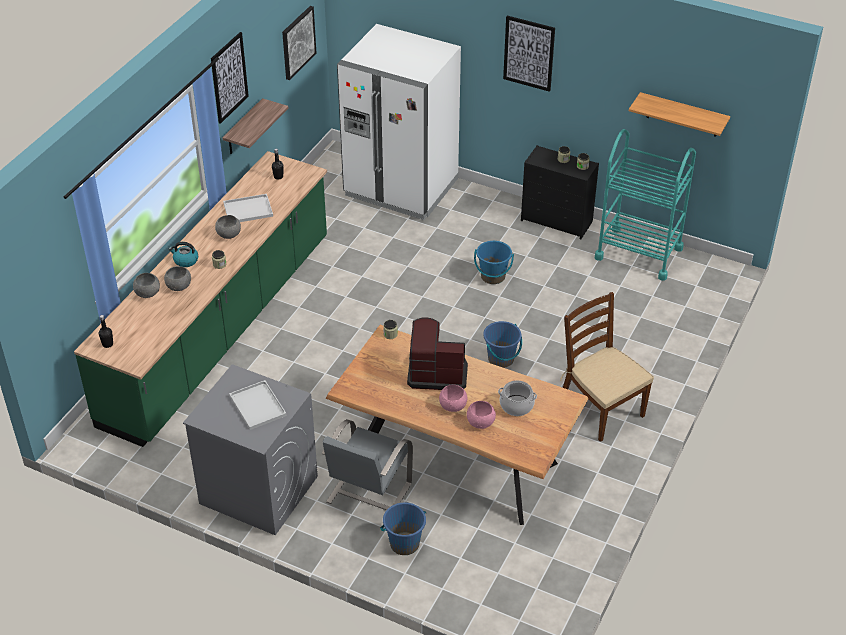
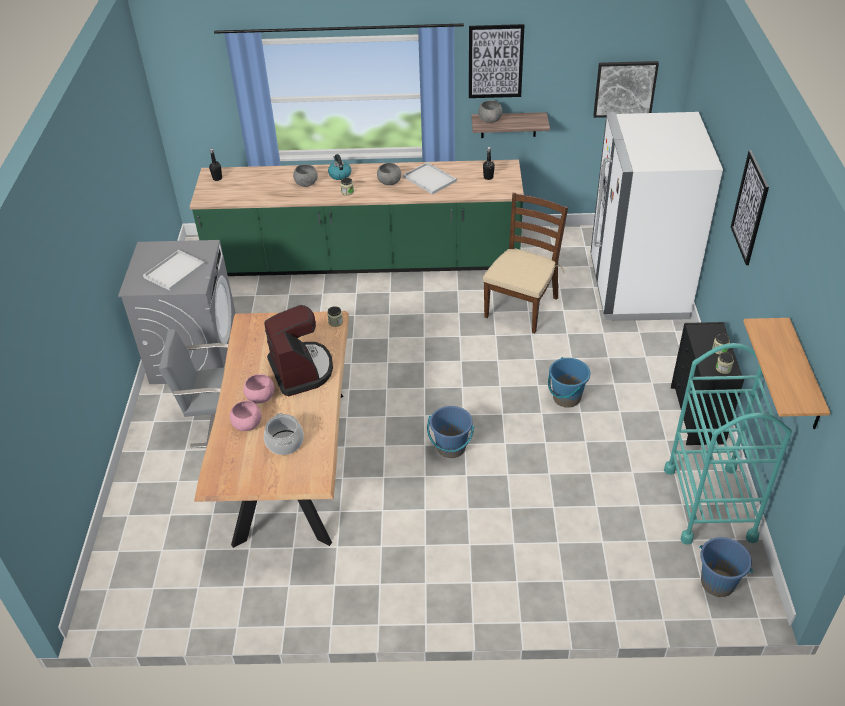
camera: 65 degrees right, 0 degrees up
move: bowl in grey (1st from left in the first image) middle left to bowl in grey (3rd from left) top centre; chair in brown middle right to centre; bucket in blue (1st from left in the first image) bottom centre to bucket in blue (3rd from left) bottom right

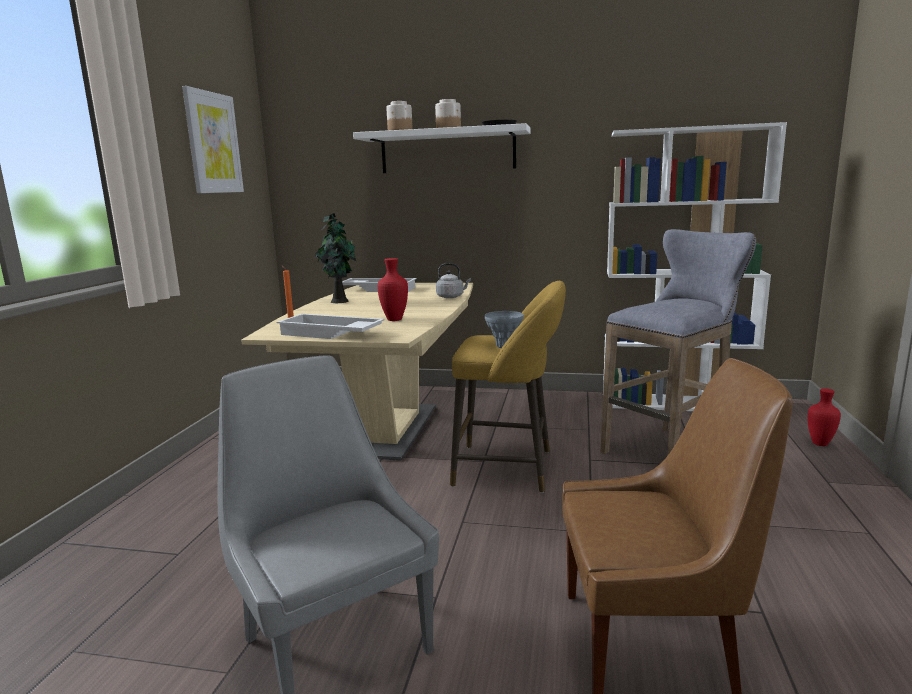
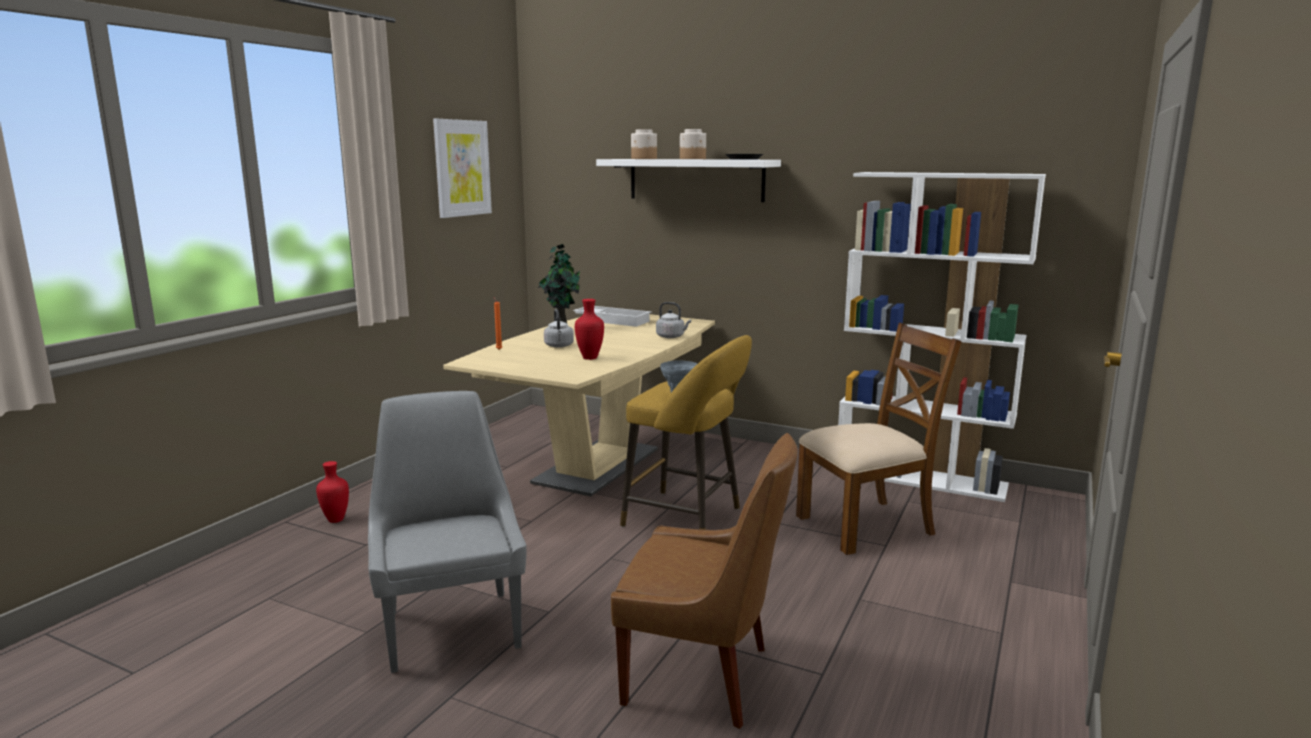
camera: 15 degrees right, 0 degrees up
delete: tray in white (1st from left) centre
insert: kettle in grey (1st from left) centre
move: vase in red (2nd from left in the first image) middle right to vase in red (1st from left) bottom left
replace: stool in grey middle right to chair in brown (2nd from left) middle right

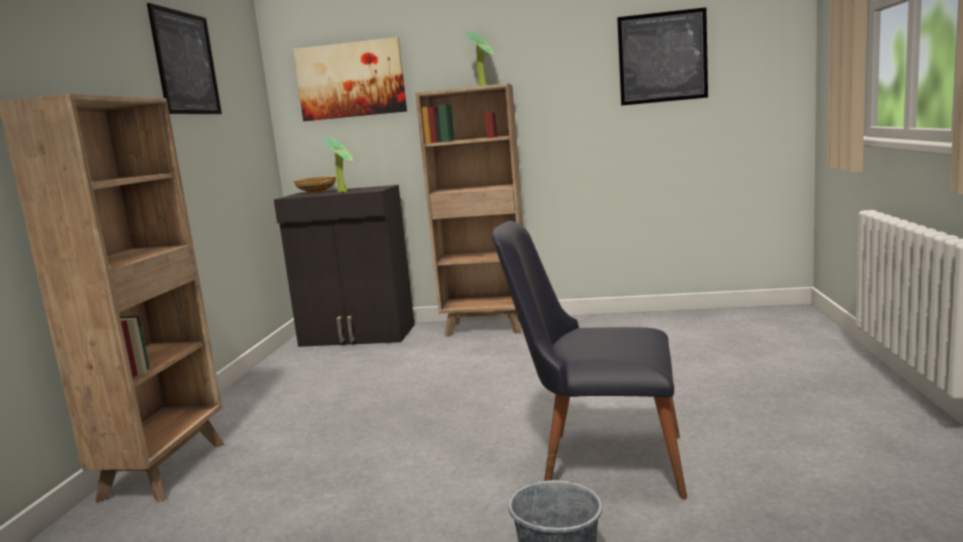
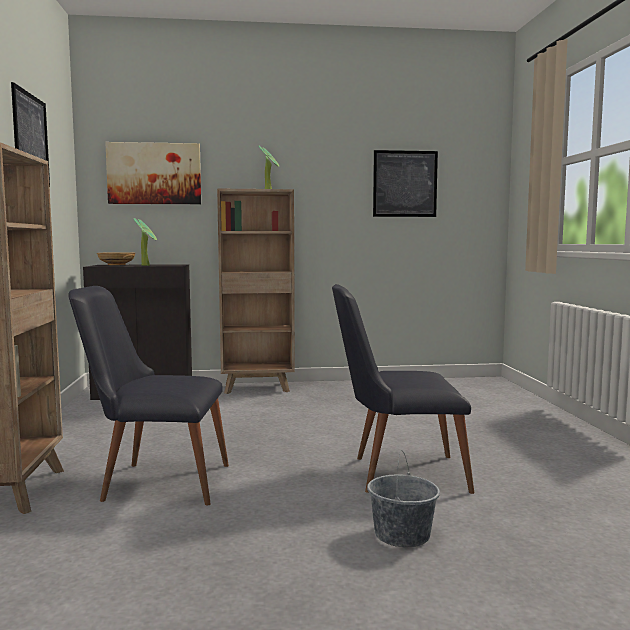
camera: 15 degrees left, 5 degrees down
insert: chair in black (1st from left) middle left

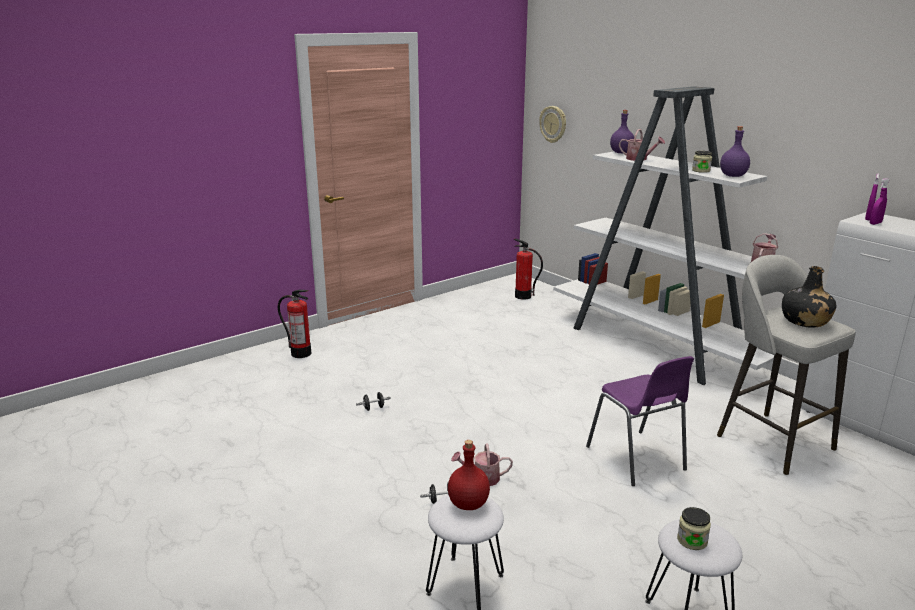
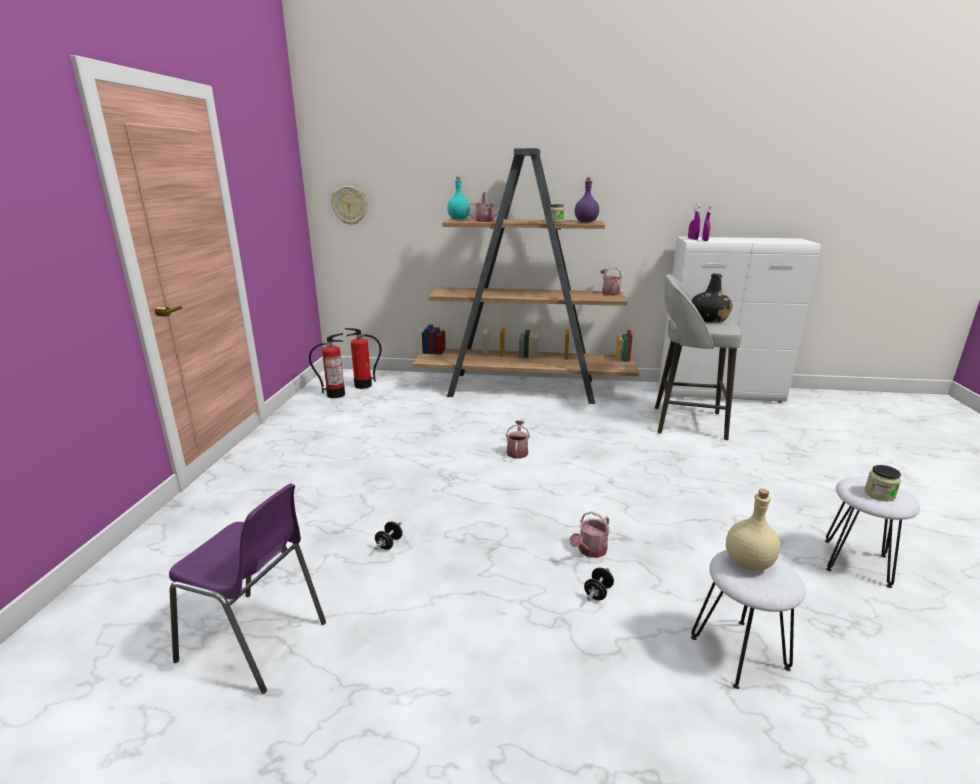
camera: 45 degrees left, 0 degrees up
insert: watering can (2nd from left) centre
move: chair in purple bottom right to bottom left; fire extinguisher (1st from left) middle left to centre
recolor: bookcase in white middle right to bookcase in brown centre; bottle in purple (1st from left) top right to bottle in turquoise top centre; bottle in red bottom centre to bottle in beige bottom right

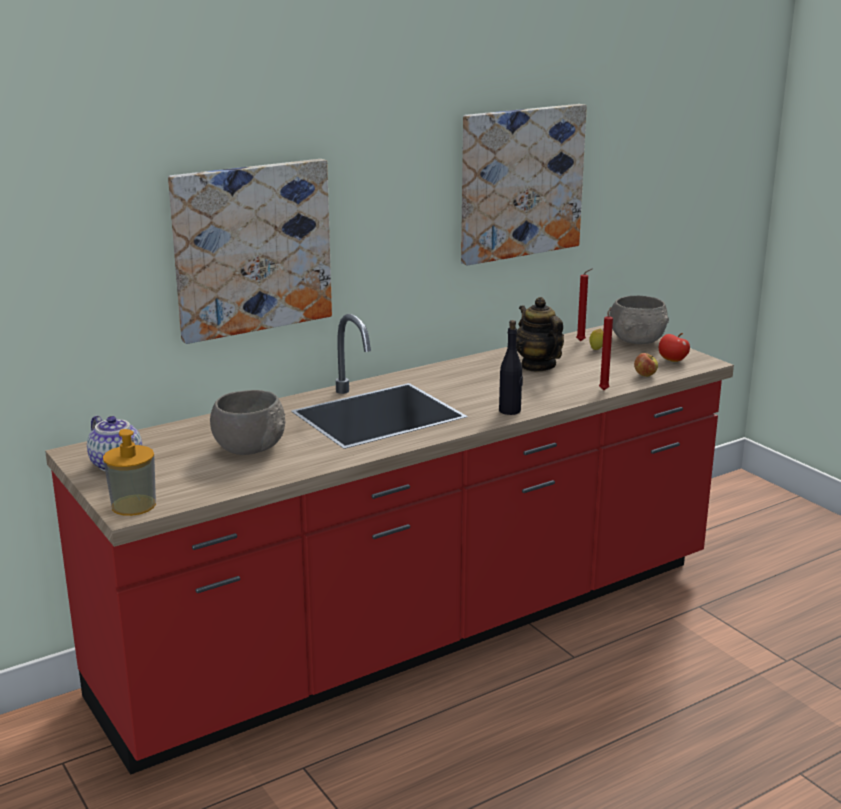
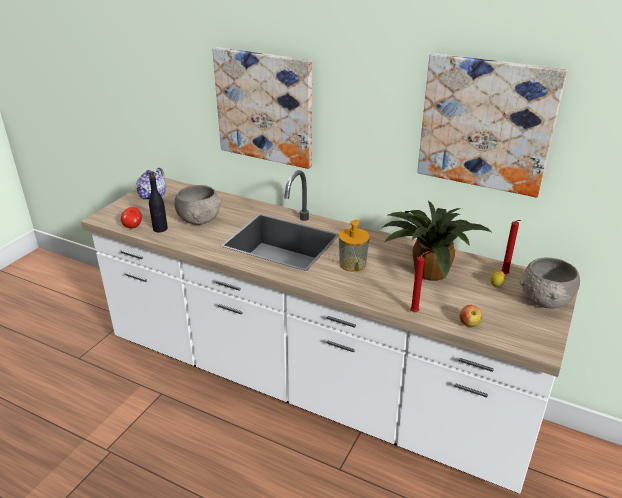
camera: 60 degrees right, 10 degrees up
move: apple (2nd from left in the first image) middle right to apple (1st from left) middle left; bottle in black centre to middle left; soap dispenser middle left to centre
replace: teapot (2nd from left) centre to potted plant middle right
recolor: counter in red bottom centre to counter in white bottom centre

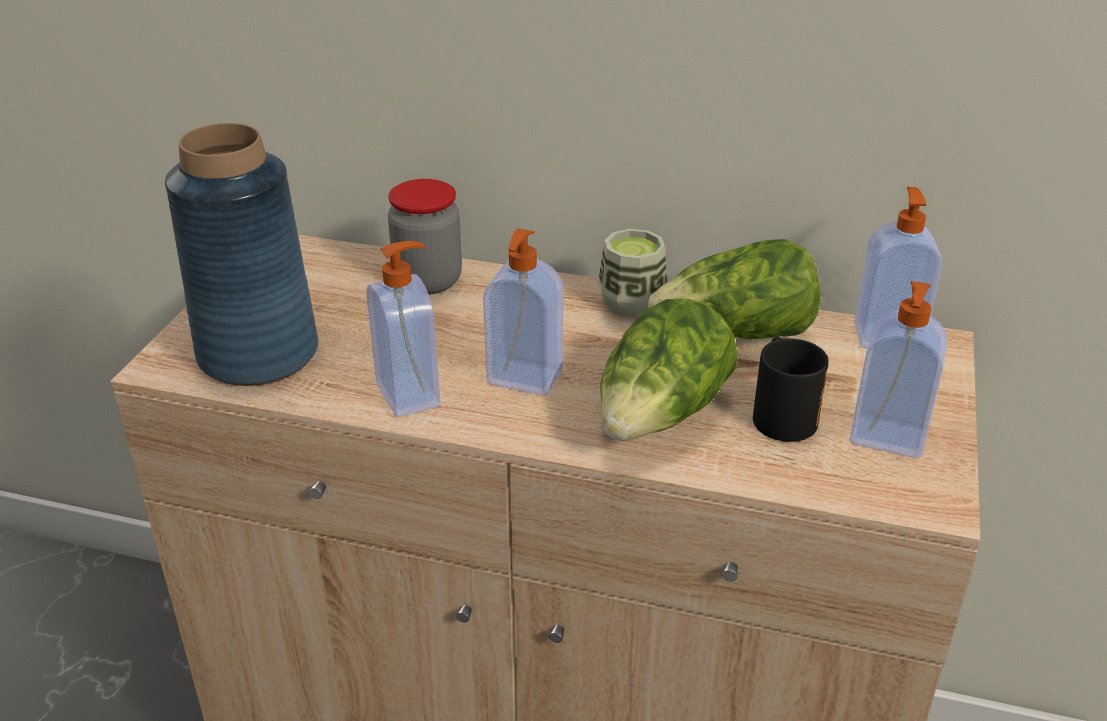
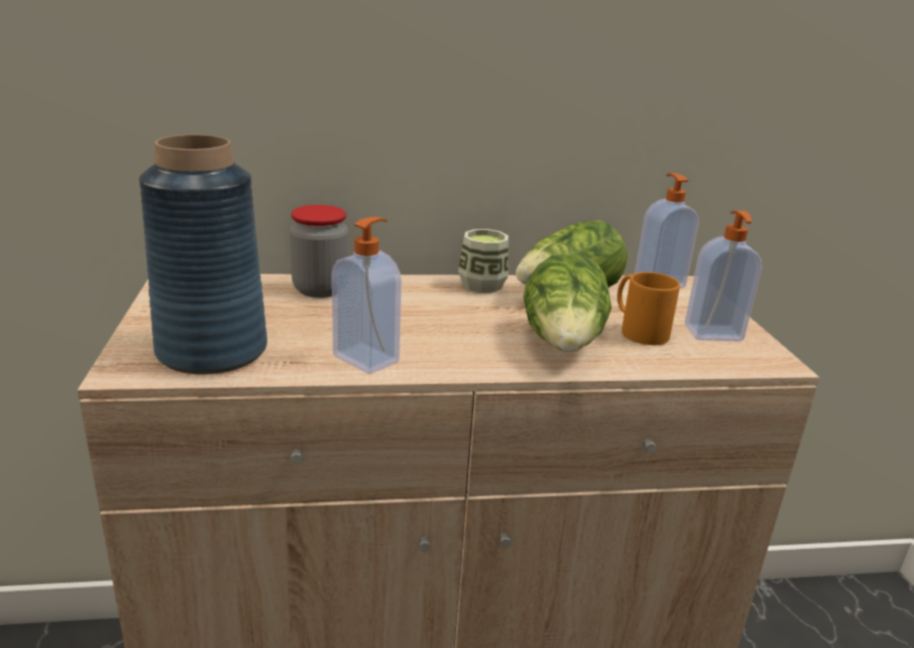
camera: 25 degrees left, 10 degrees down
delete: soap dispenser (2nd from left) centre
recolor: mug in black middle right to mug in orange middle right

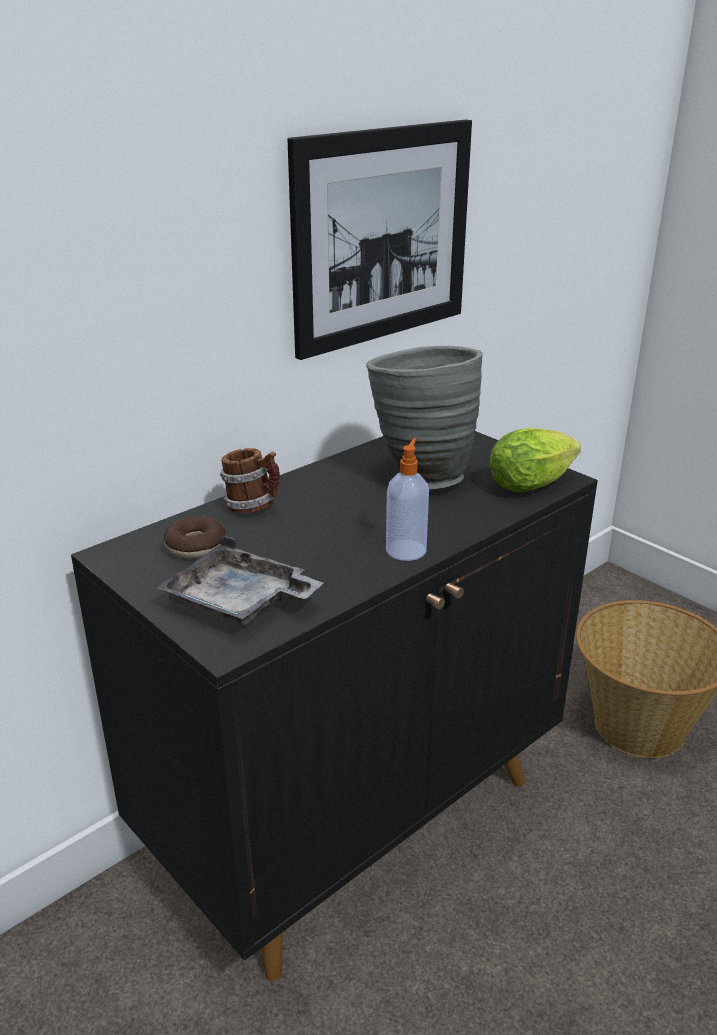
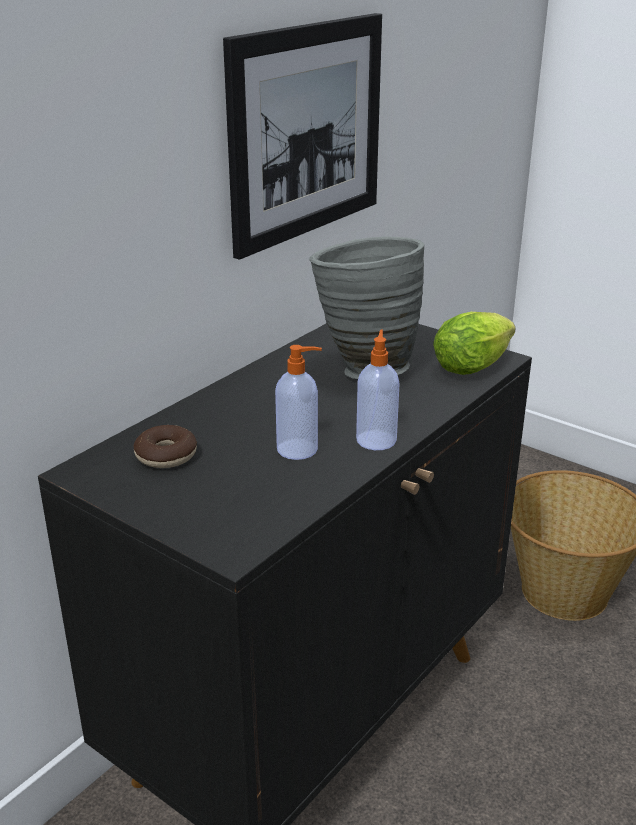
camera: 10 degrees left, 0 degrees up
delete: tray in grey centre; mug centre
insert: soap dispenser (1st from left) centre

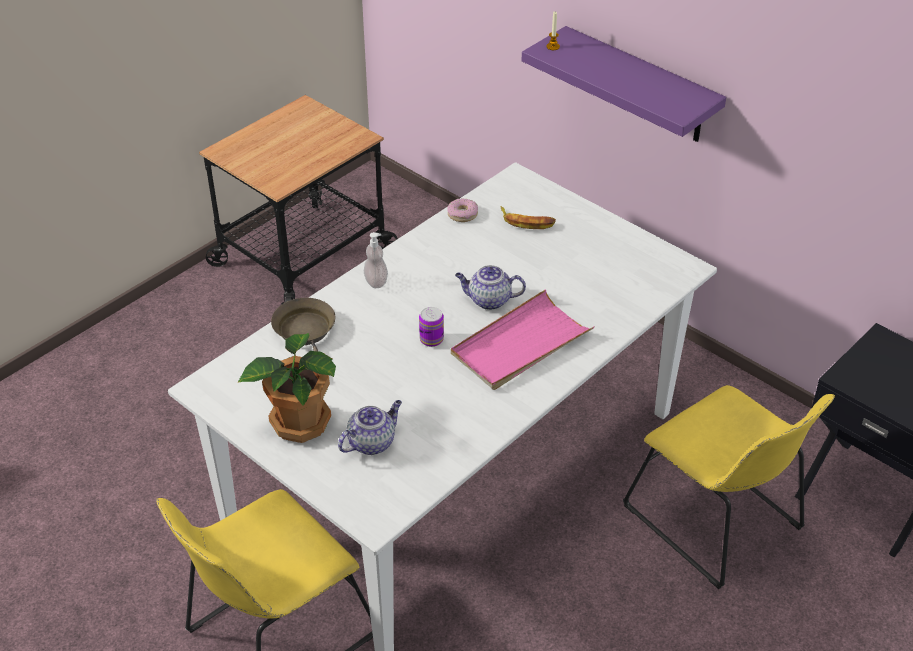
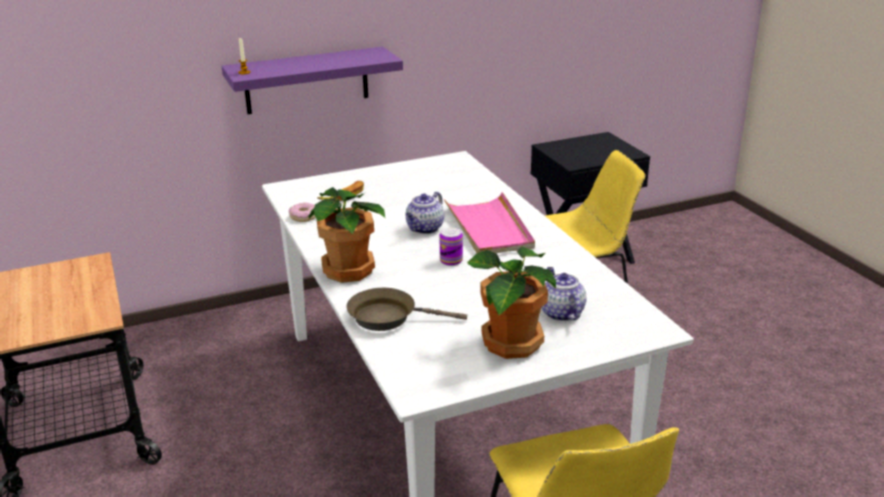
camera: 65 degrees left, 15 degrees down
replace: soap dispenser centre to potted plant (1st from left) centre

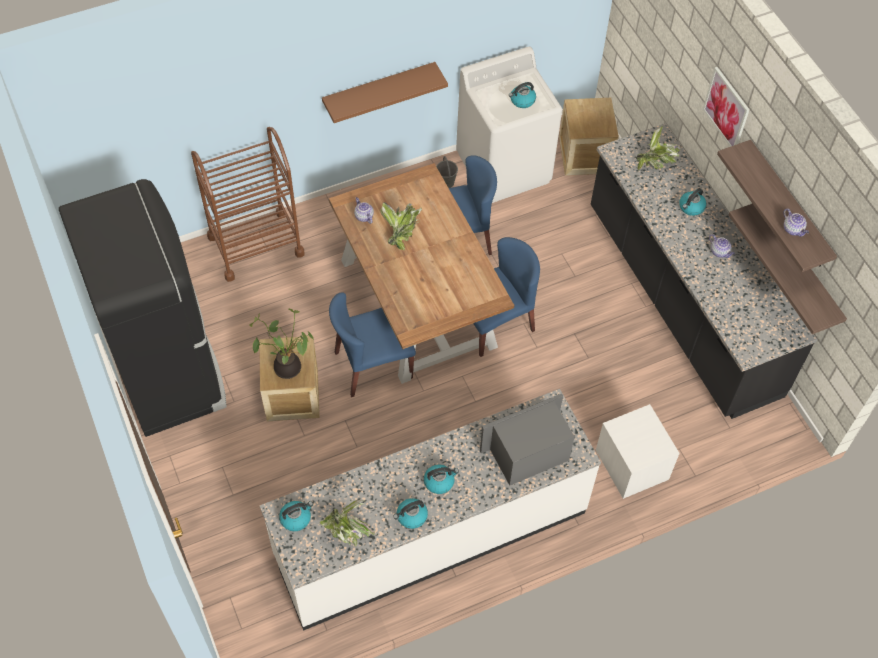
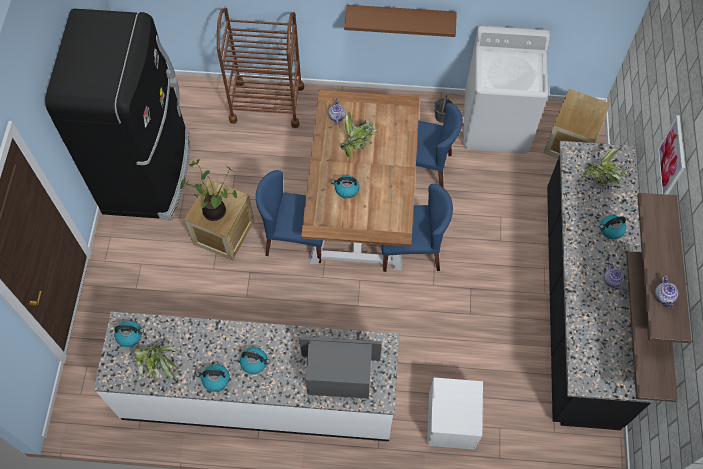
camera: 30 degrees right, 5 degrees up
move: kettle (4th from left) top centre to centre

